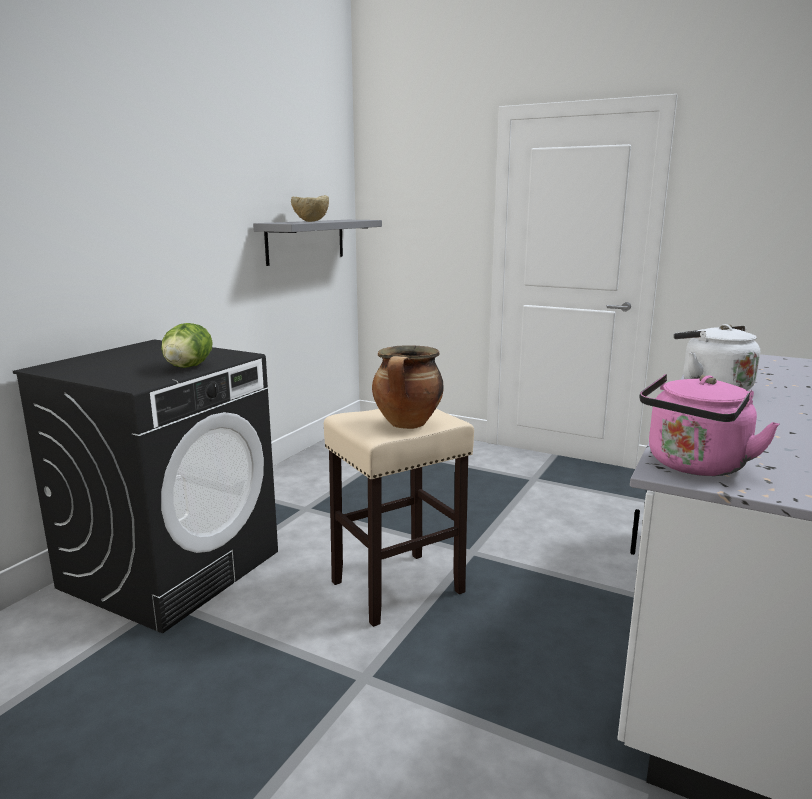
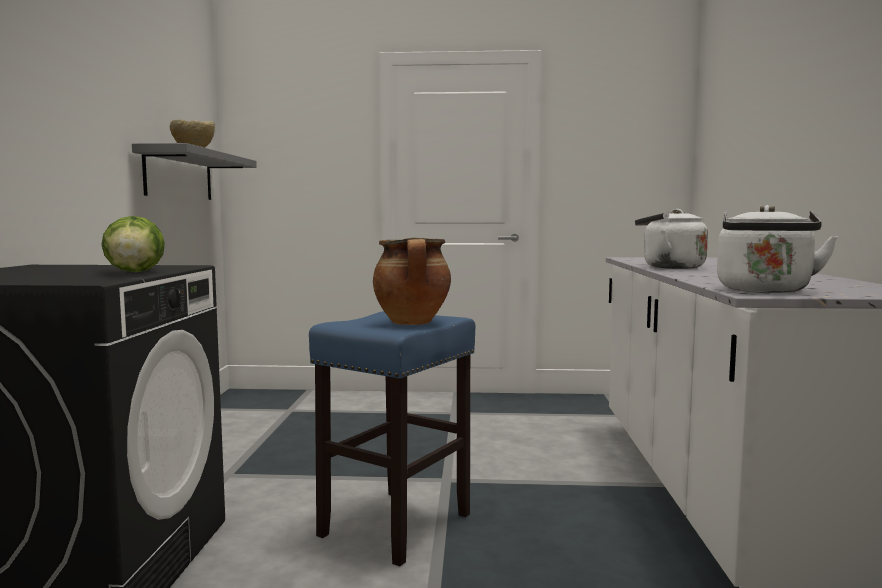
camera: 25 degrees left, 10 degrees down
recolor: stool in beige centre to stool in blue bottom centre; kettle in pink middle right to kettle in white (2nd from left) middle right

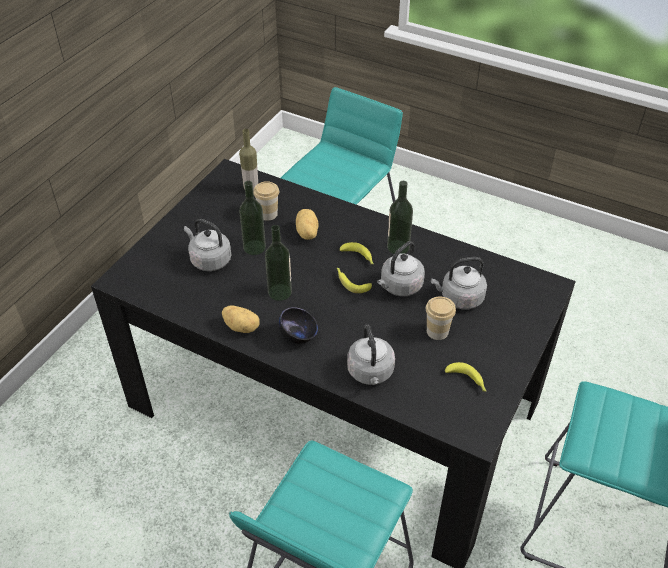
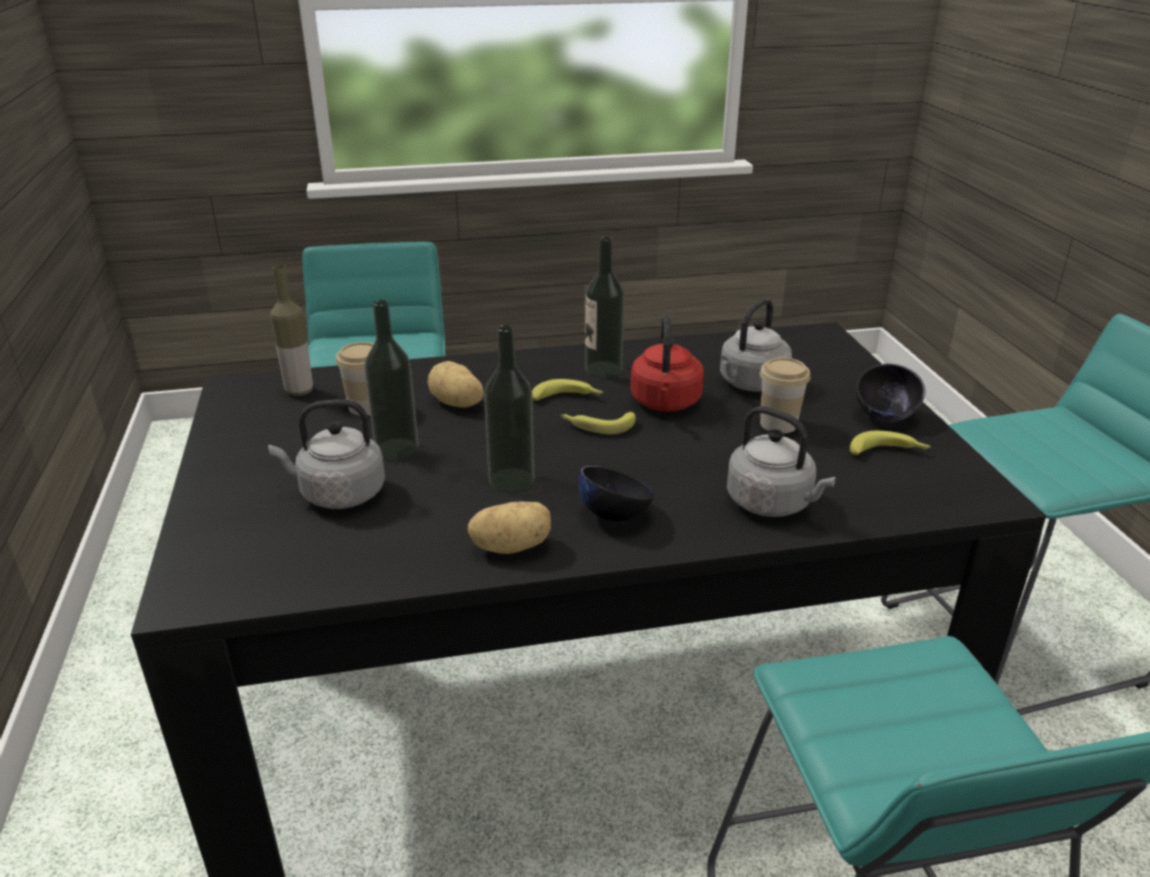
camera: 40 degrees left, 15 degrees down
insert: bowl in black (2nd from left) middle right
recolor: kettle in grey (3rd from left) centre to kettle in red centre

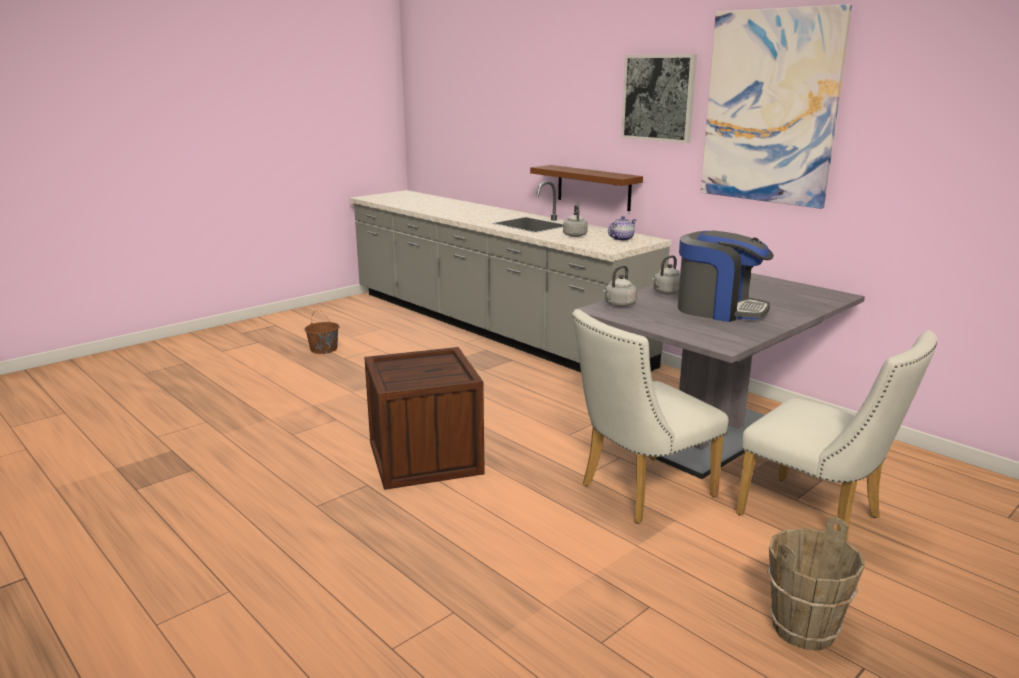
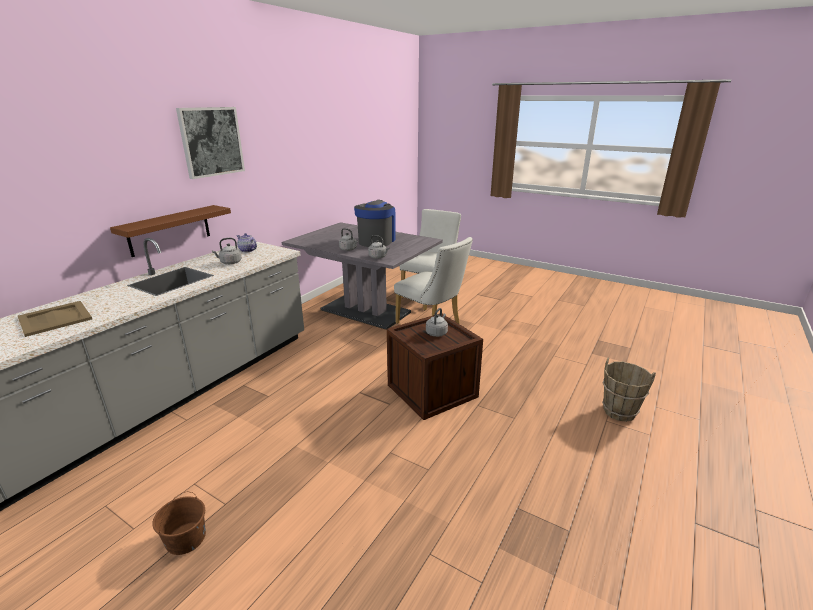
camera: 105 degrees left, 5 degrees up
delete: picture (2nd from left) top right
insert: tray in beige middle left; kettle in grey (4th from left) centre
move: bucket in brown (2nd from left) bottom right to middle right

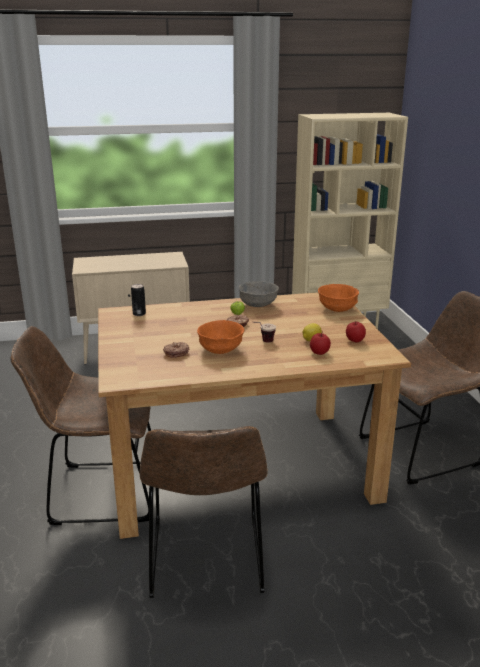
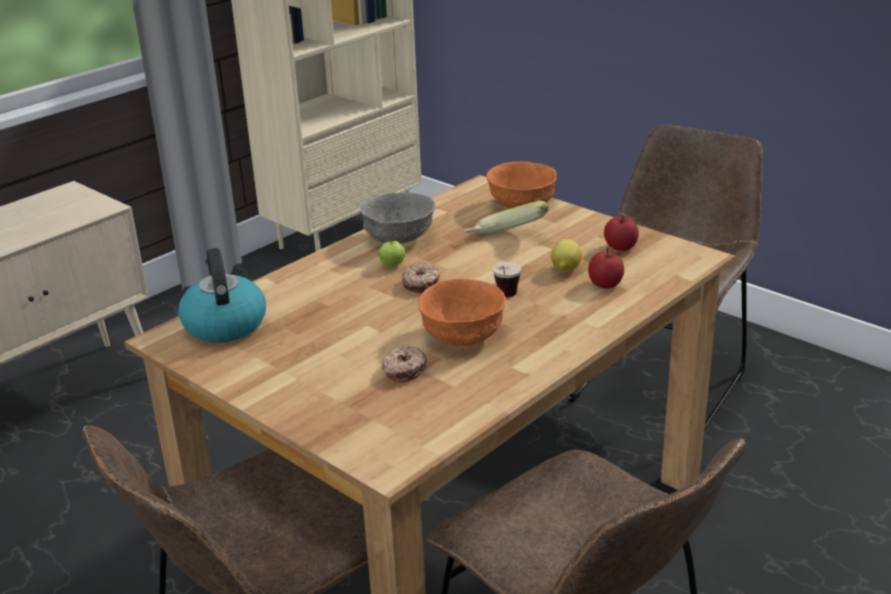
camera: 35 degrees left, 5 degrees up
insert: banana centre
replace: can middle left to kettle middle left

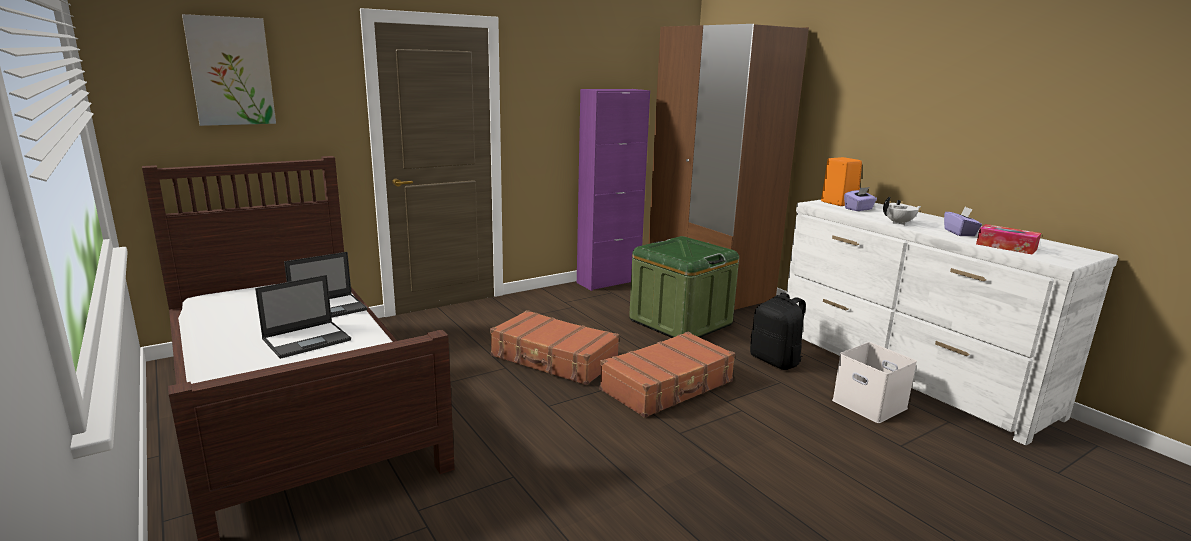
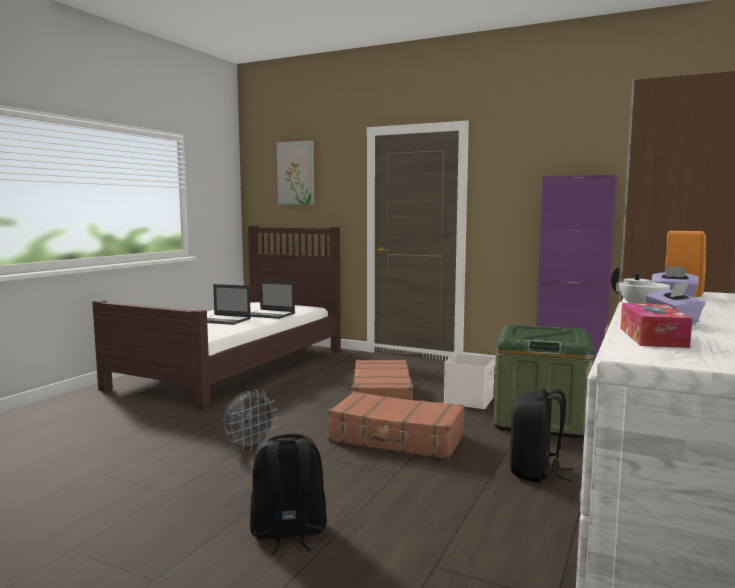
camera: 60 degrees right, 10 degrees down
insert: fan in grey bottom centre; backpack in black (1st from left) bottom centre
move: storage box in white bottom right to centre

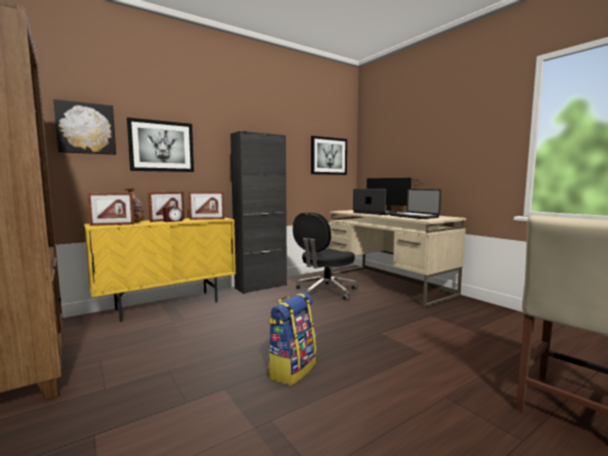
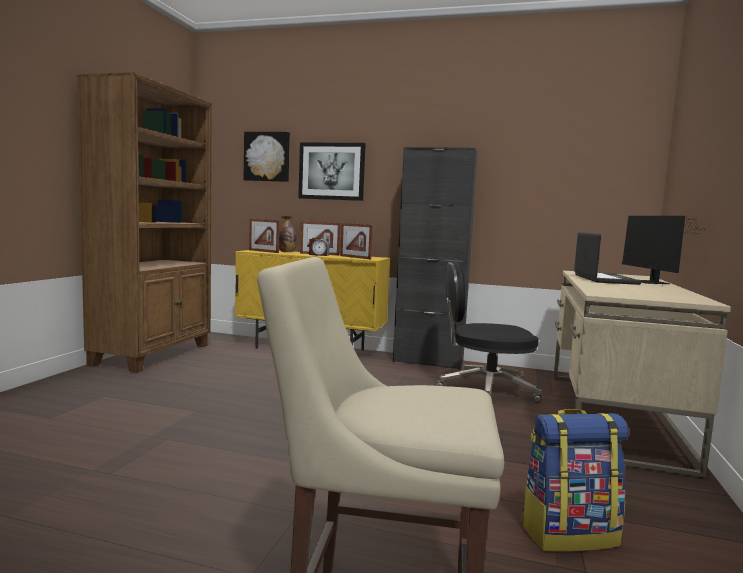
camera: 50 degrees right, 0 degrees up
delete: picture (3rd from left) centre; laptop (2nd from left) middle right
move: backpack bottom centre to bottom right

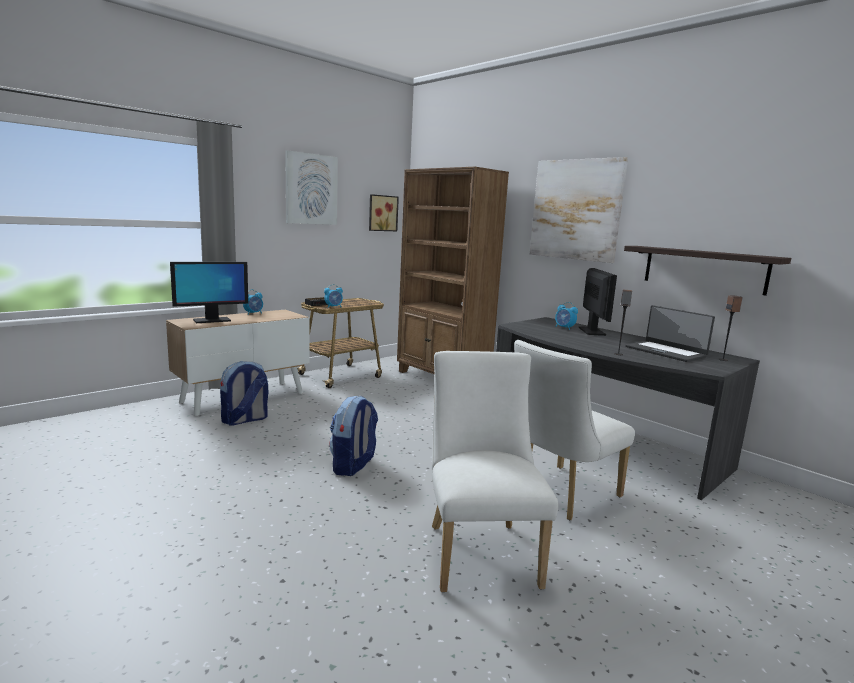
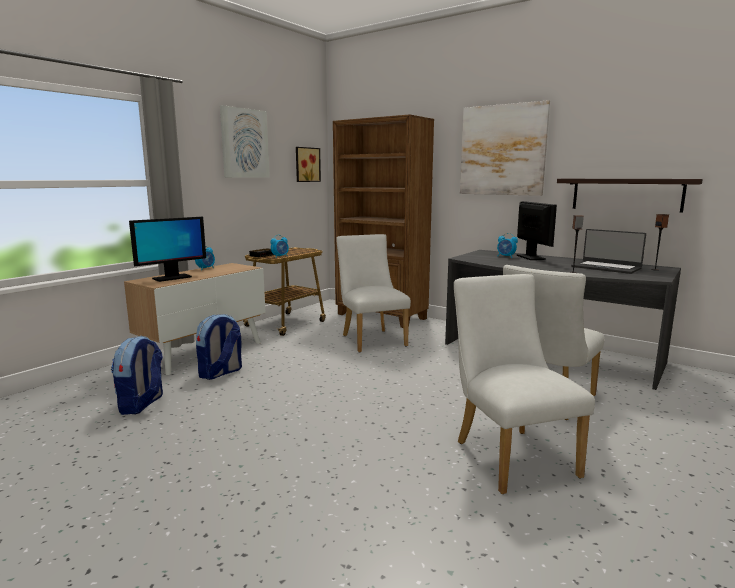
camera: 10 degrees left, 0 degrees up
insert: chair in white (1st from left) centre
move: backpack (2nd from left in the first image) centre to backpack (1st from left) middle left

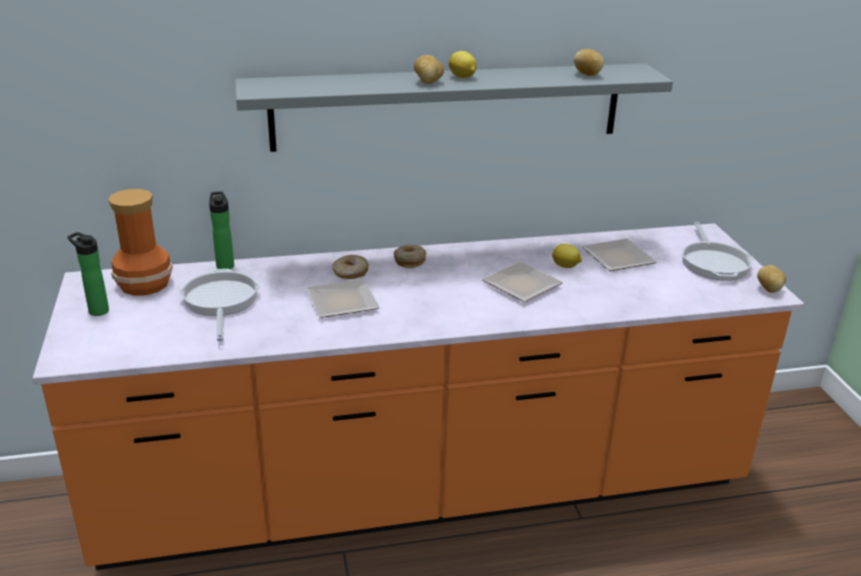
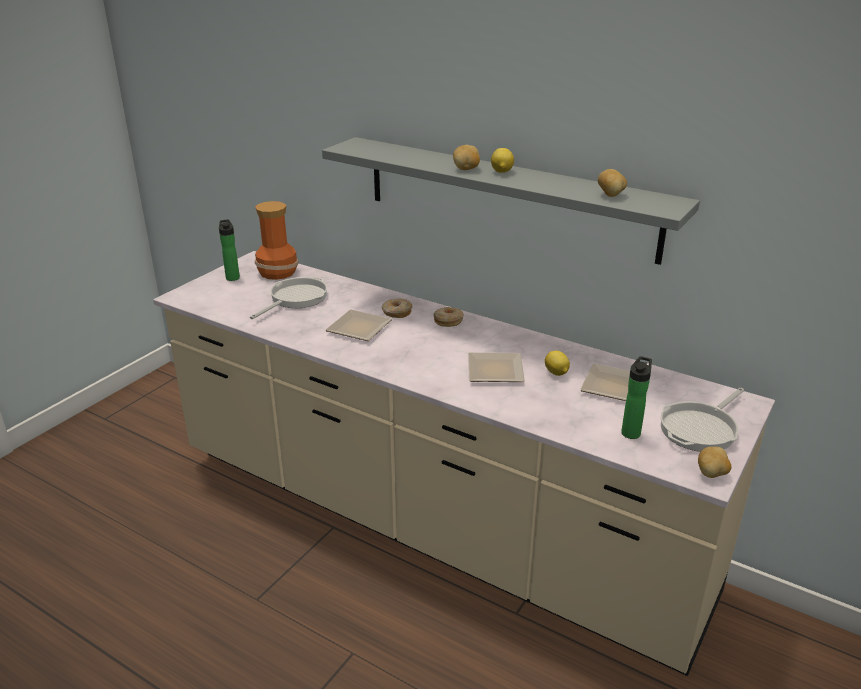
camera: 45 degrees right, 0 degrees up
move: bottle (2nd from left) middle left to middle right
recolor: counter in orange bottom centre to counter in beige bottom centre

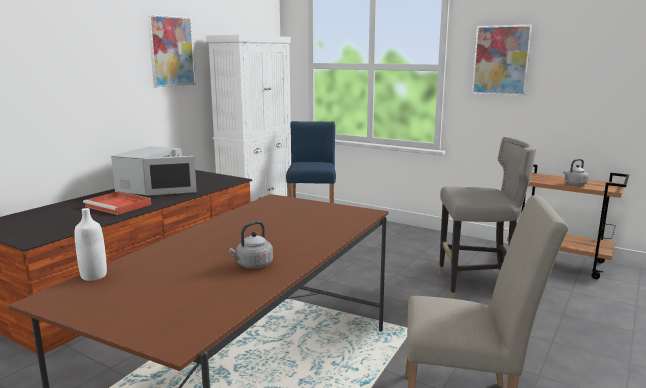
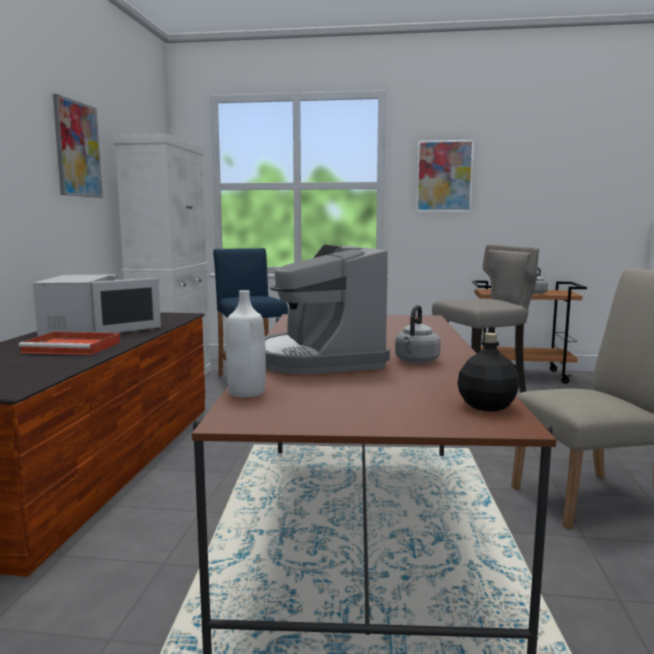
camera: 25 degrees left, 5 degrees down
insert: coffee machine centre; bottle in black middle right

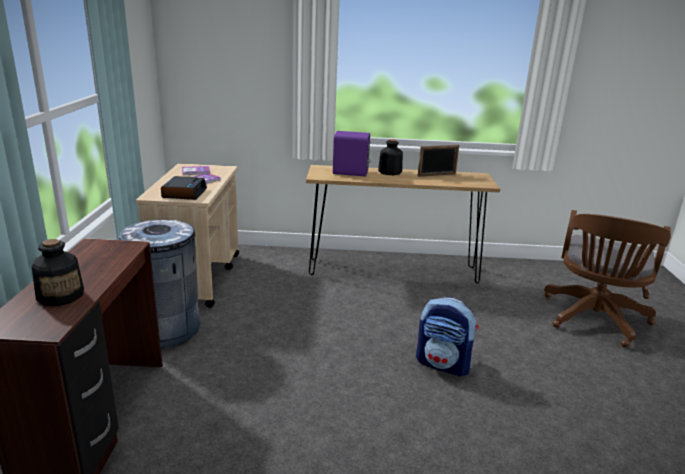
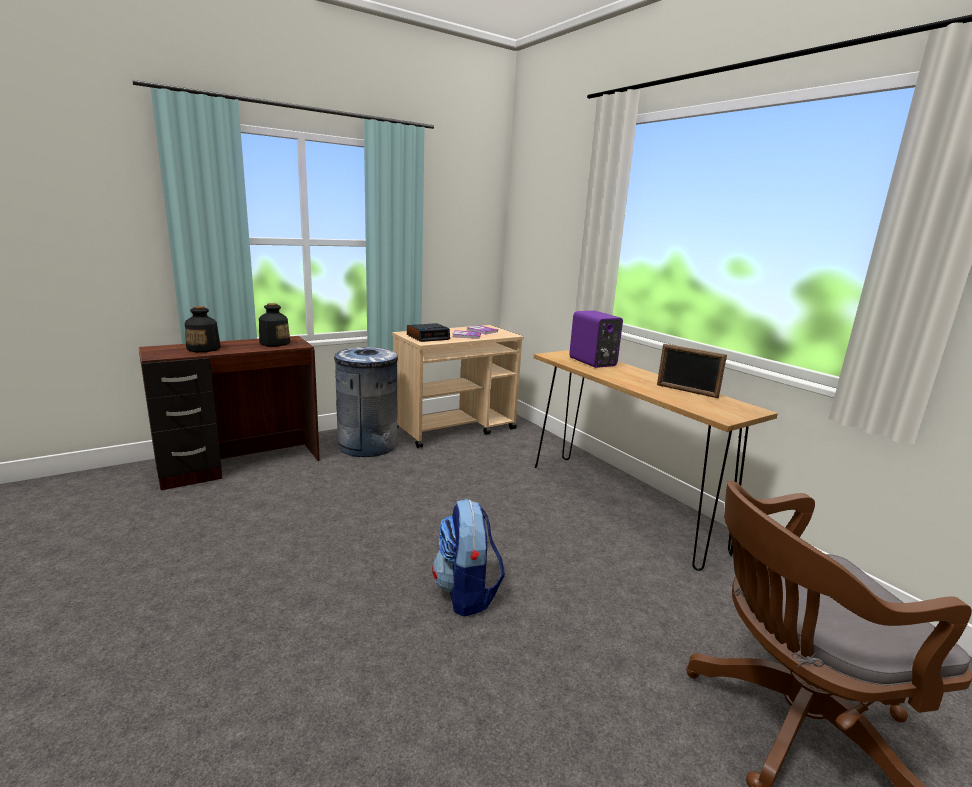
camera: 55 degrees right, 5 degrees down
move: bottle (2nd from left) top centre to middle left

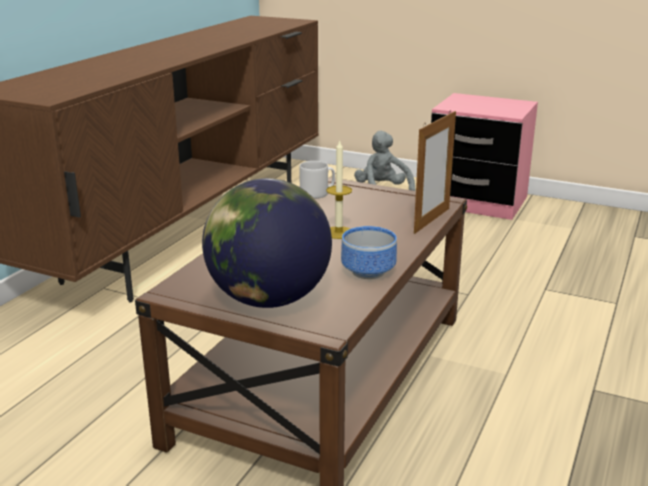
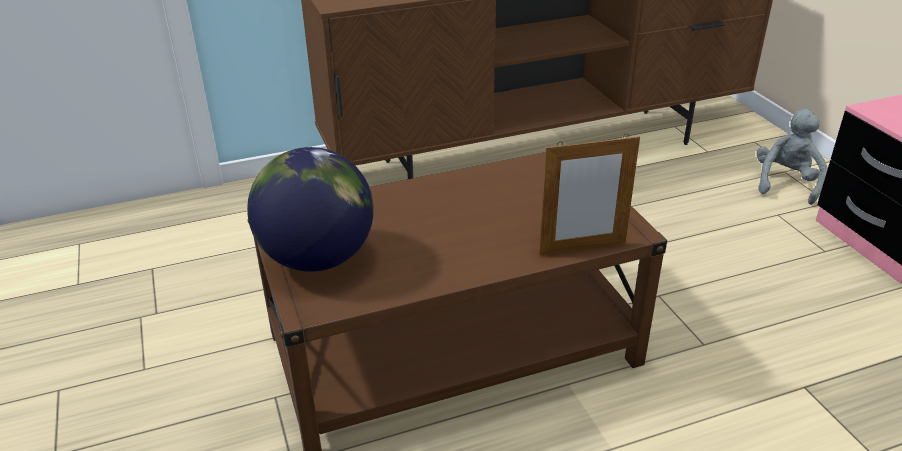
camera: 45 degrees right, 10 degrees up
delete: mug in grey centre; candle centre; bowl centre

